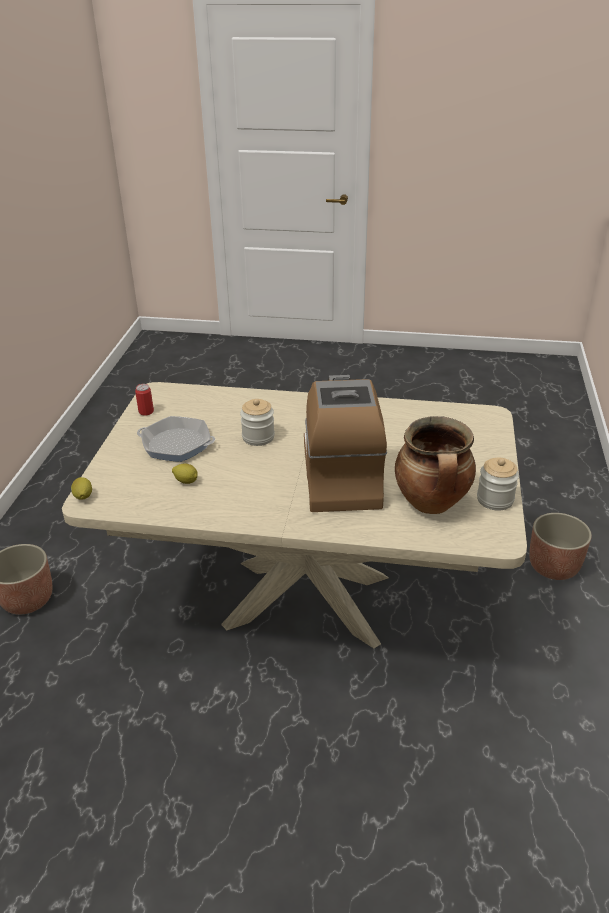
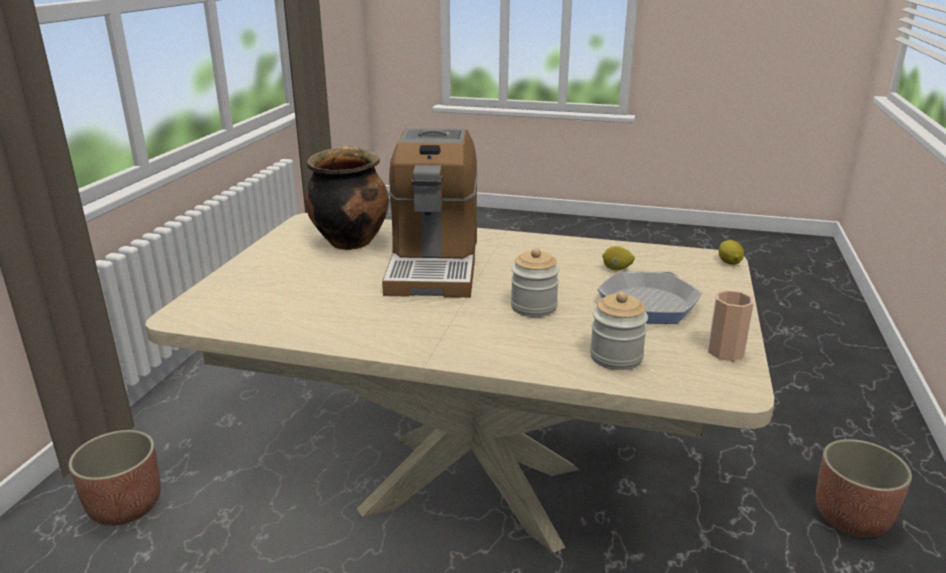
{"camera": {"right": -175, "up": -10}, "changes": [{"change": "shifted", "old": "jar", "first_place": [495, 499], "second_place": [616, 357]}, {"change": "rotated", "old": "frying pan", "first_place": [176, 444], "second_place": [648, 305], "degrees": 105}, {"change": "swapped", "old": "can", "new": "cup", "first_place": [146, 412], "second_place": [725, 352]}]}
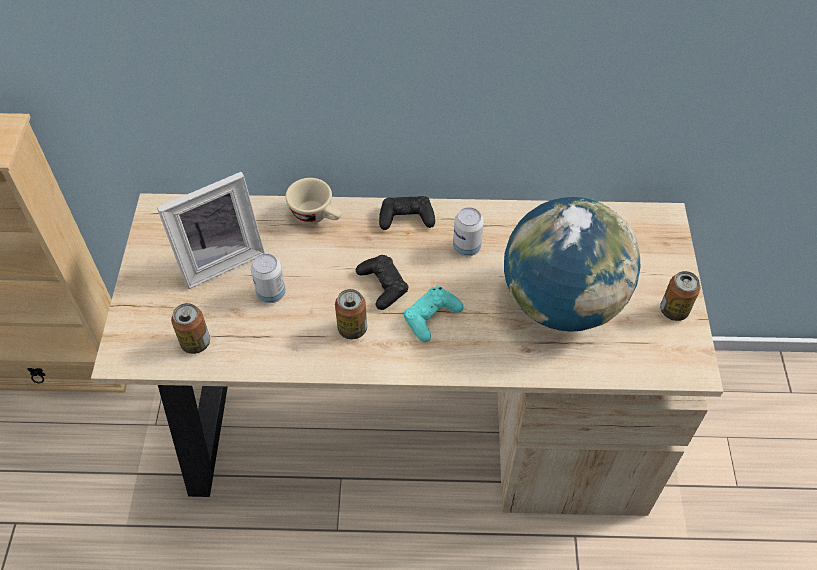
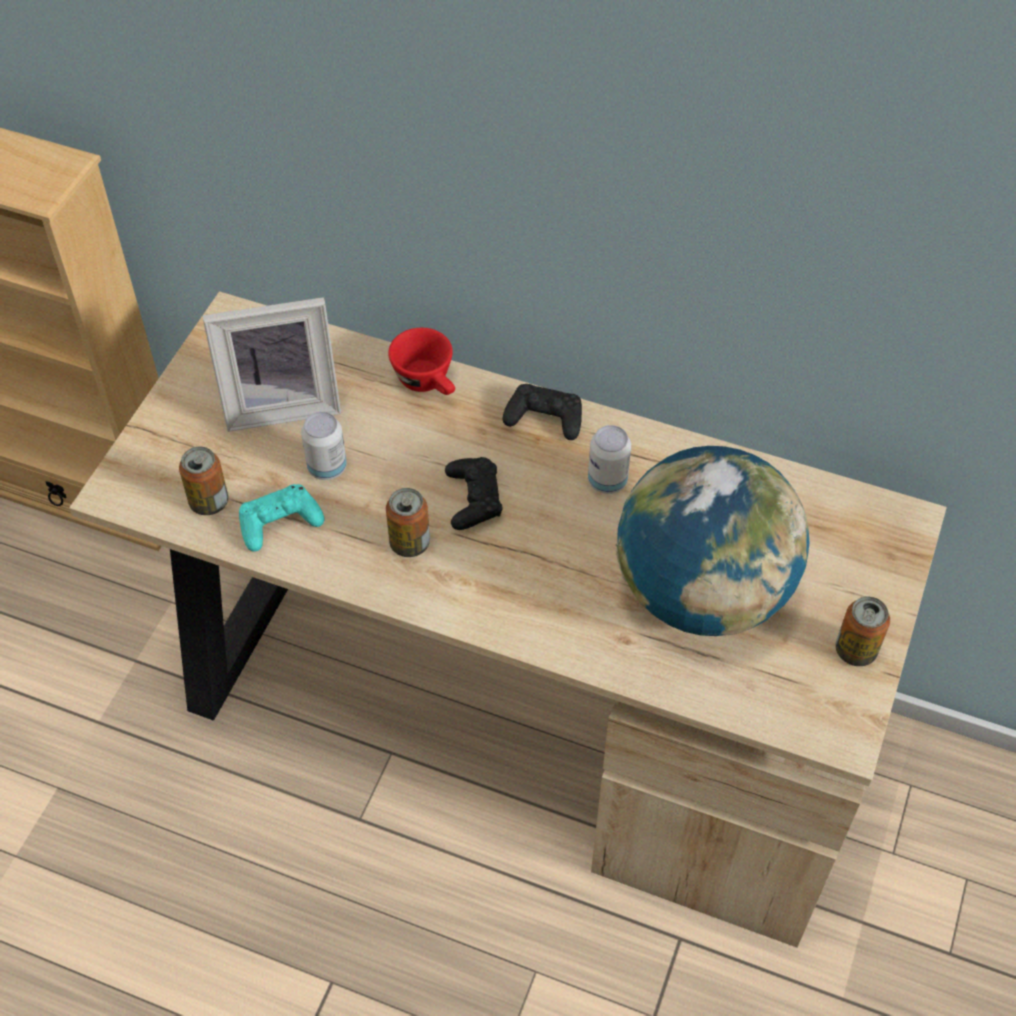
{"camera": {"right": 20, "up": 0}, "changes": [{"change": "shifted", "old": "turquoise game controller", "first_place": [431, 317], "second_place": [279, 522]}, {"change": "repainted", "old": "beige cup", "new": "red cup", "first_place": [317, 216], "second_place": [428, 382]}]}
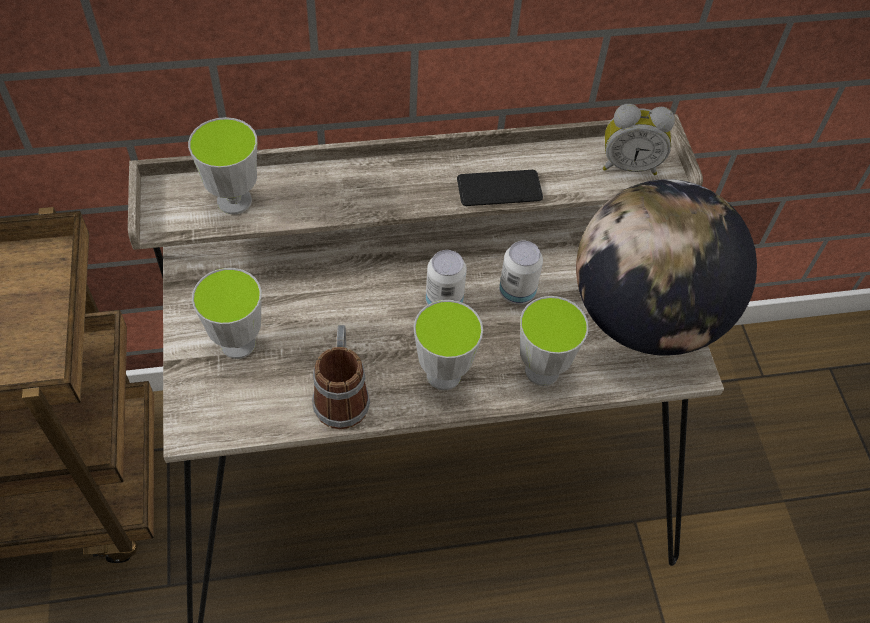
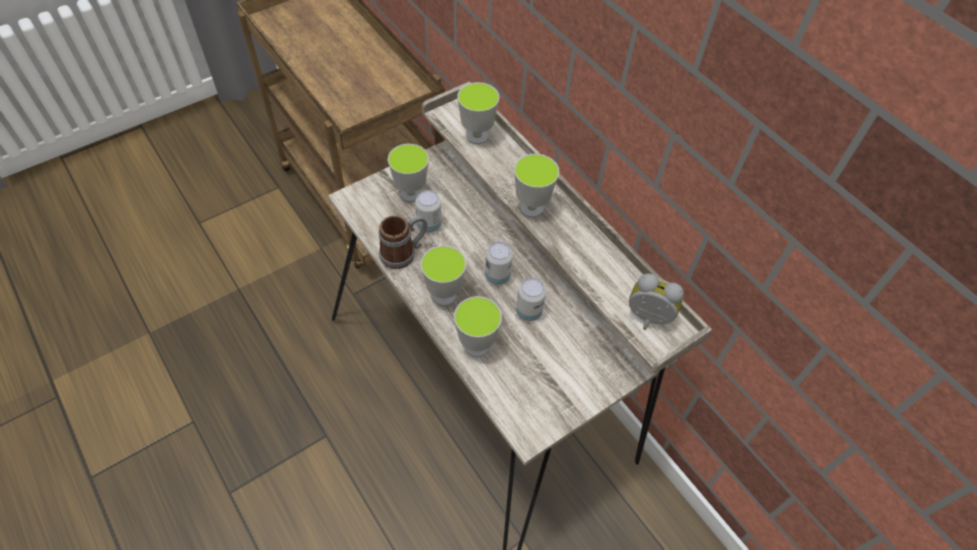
{"camera": {"right": 65, "up": 0}, "changes": [{"change": "new", "new": "can", "second_place": [429, 225]}, {"change": "new", "new": "cup", "second_place": [531, 208]}, {"change": "rotated", "old": "alarm clock", "first_place": [629, 165], "second_place": [647, 319], "degrees": 135}, {"change": "gone", "old": "phone", "first_place": [499, 189]}, {"change": "gone", "old": "globe", "first_place": [644, 316]}]}
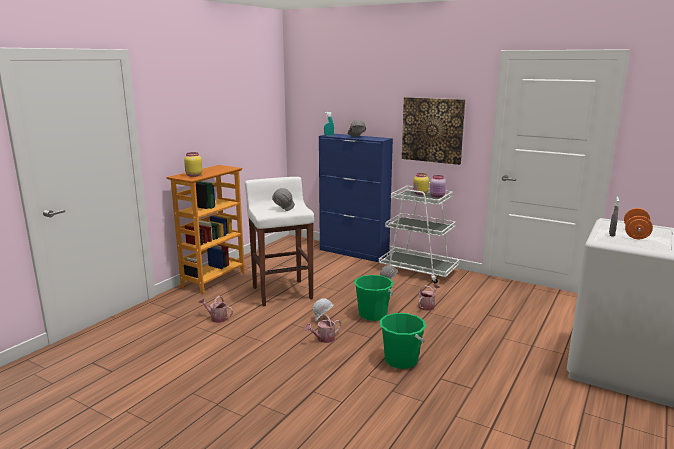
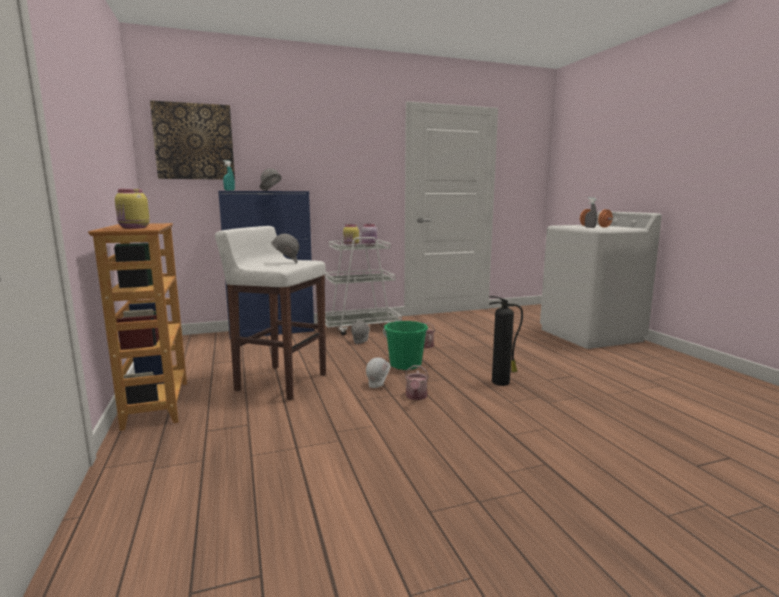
{"camera": {"right": -50, "up": -5}, "changes": [{"change": "shifted", "old": "picture", "first_place": [432, 130], "second_place": [194, 142]}, {"change": "swapped", "old": "green bucket", "new": "fire extinguisher", "first_place": [401, 360], "second_place": [501, 382]}, {"change": "gone", "old": "watering can", "first_place": [216, 318]}]}
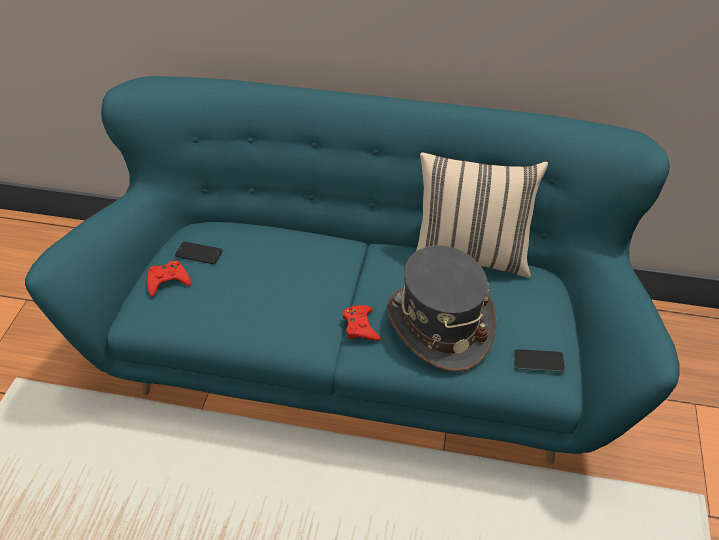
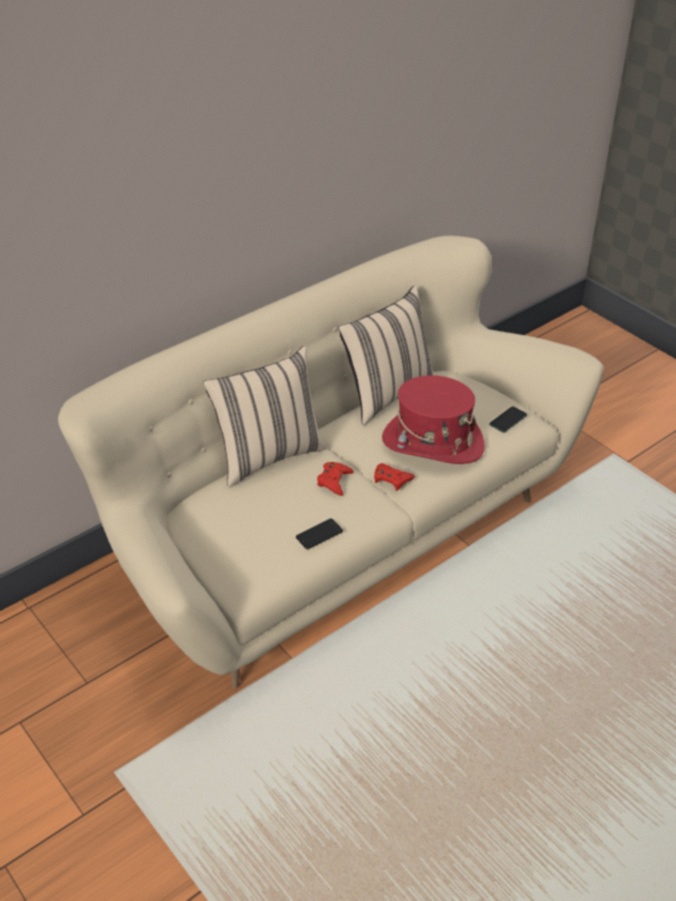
{"camera": {"right": -50, "up": -5}, "changes": [{"change": "repainted", "old": "turquoise sofa", "new": "beige sofa", "first_place": [359, 350], "second_place": [338, 535]}, {"change": "new", "new": "beige pillow", "second_place": [268, 455]}, {"change": "shifted", "old": "phone", "first_place": [198, 253], "second_place": [319, 534]}, {"change": "shifted", "old": "red game controller", "first_place": [168, 281], "second_place": [334, 481]}, {"change": "repainted", "old": "grey hat", "new": "red hat", "first_place": [439, 325], "second_place": [432, 443]}]}
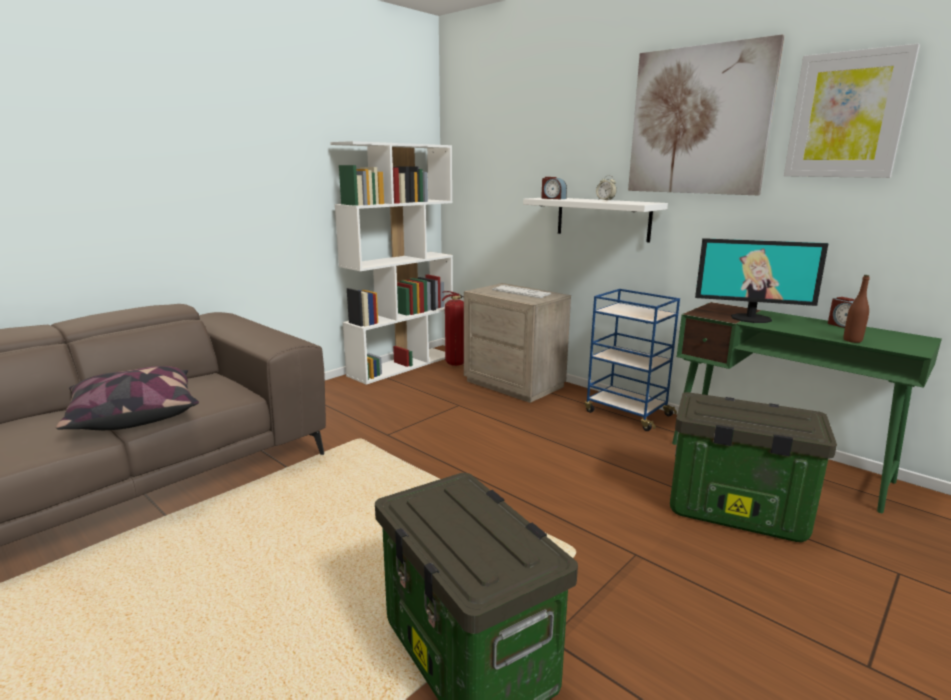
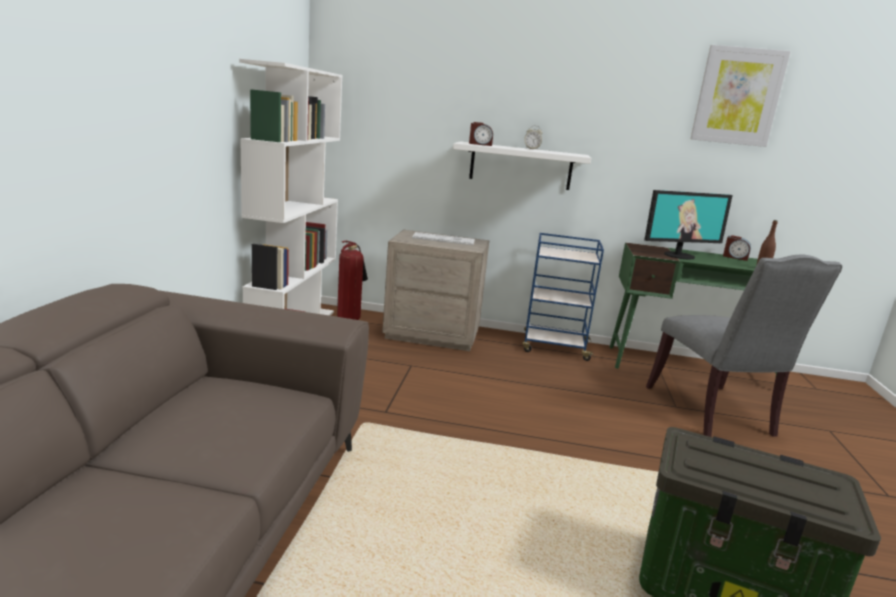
{"camera": {"right": -35, "up": 0}, "changes": [{"change": "swapped", "old": "storage box", "new": "grey chair", "first_place": [734, 511], "second_place": [714, 413]}, {"change": "gone", "old": "pillow", "first_place": [134, 415]}, {"change": "gone", "old": "picture", "first_place": [698, 121]}]}
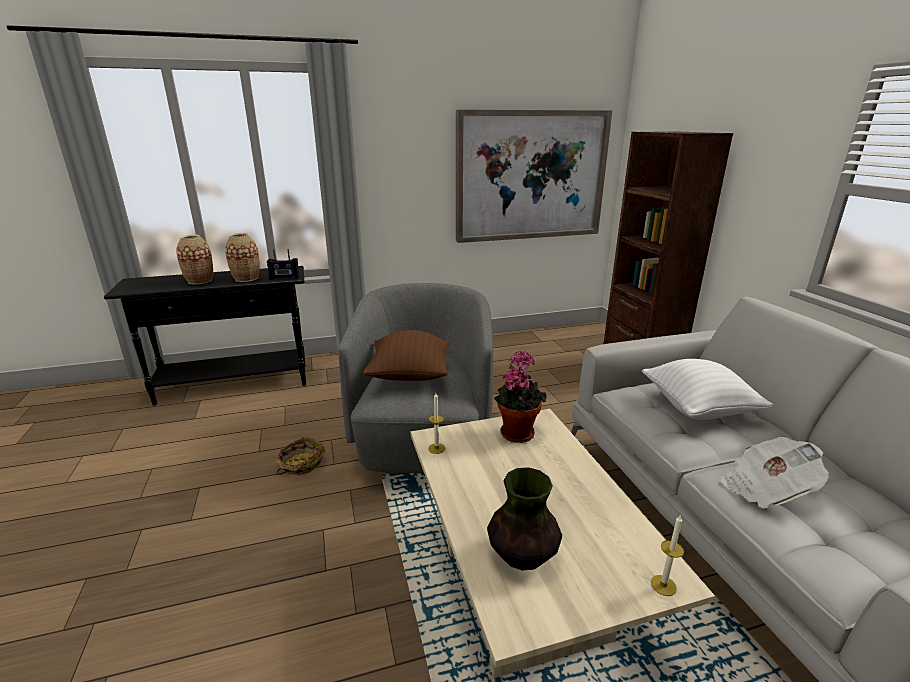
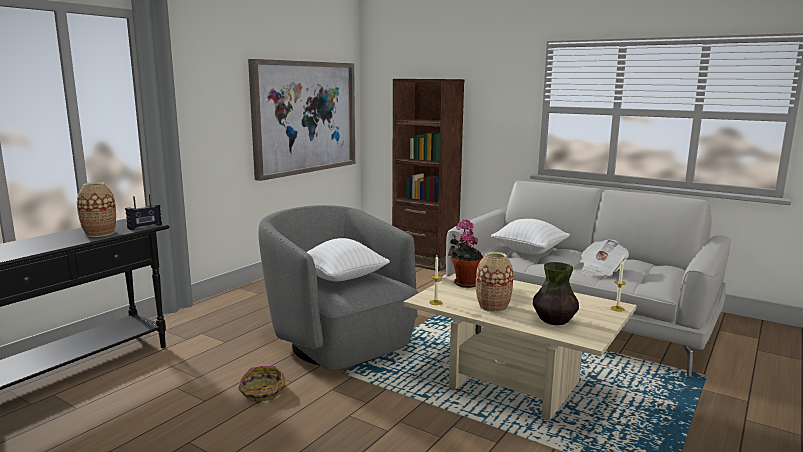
{"camera": {"right": -40, "up": -10}, "changes": [{"change": "repainted", "old": "brown pillow", "new": "white pillow", "first_place": [409, 376], "second_place": [342, 279]}, {"change": "shifted", "old": "vase", "first_place": [199, 281], "second_place": [493, 307]}]}
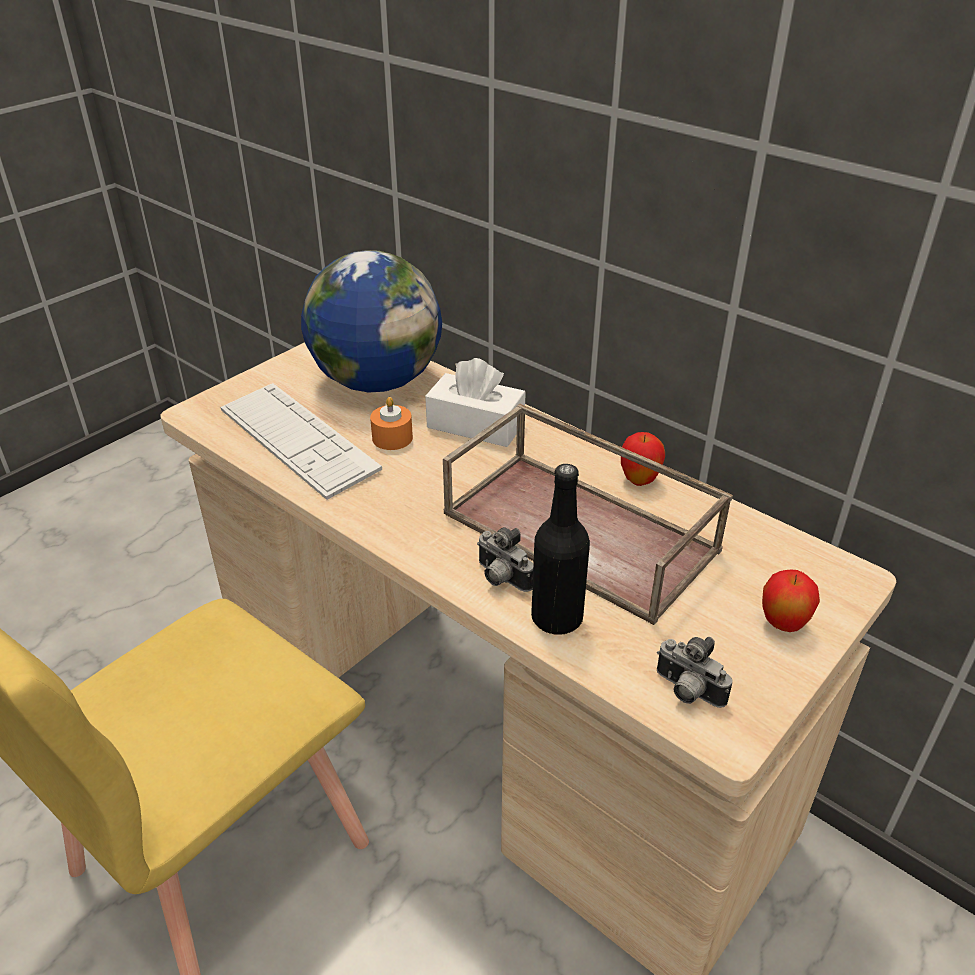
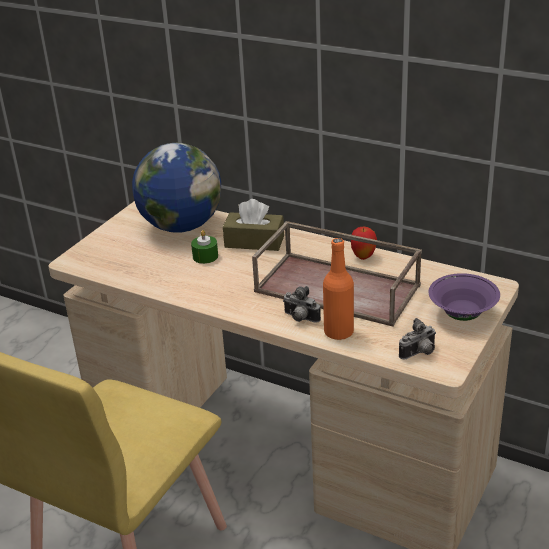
{"camera": {"right": -10, "up": -5}, "changes": [{"change": "repainted", "old": "orange candle", "new": "green candle", "first_place": [392, 438], "second_place": [205, 256]}, {"change": "repainted", "old": "white tissue box", "new": "brown tissue box", "first_place": [475, 425], "second_place": [254, 241]}, {"change": "repainted", "old": "black bottle", "new": "orange bottle", "first_place": [557, 618], "second_place": [338, 332]}, {"change": "rotated", "old": "photo camera", "first_place": [686, 692], "second_place": [419, 353], "degrees": -60}, {"change": "swapped", "old": "apple", "new": "purple bowl", "first_place": [782, 624], "second_place": [462, 314]}, {"change": "gone", "old": "keyboard", "first_place": [298, 440]}]}
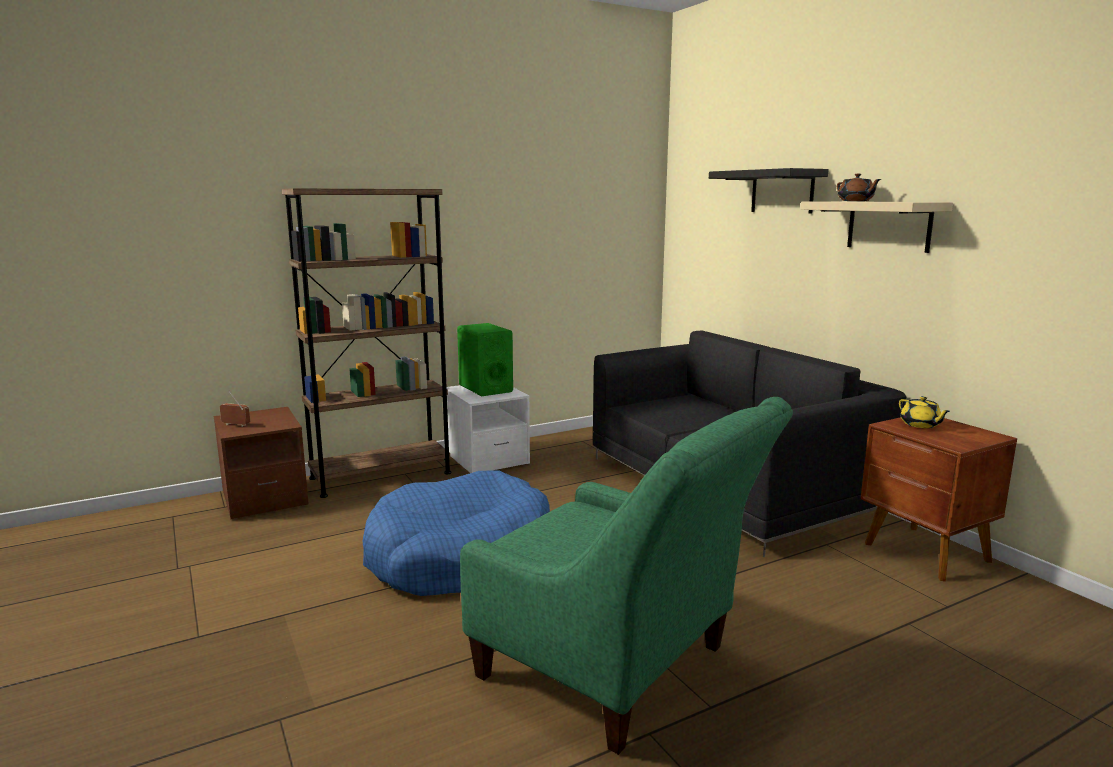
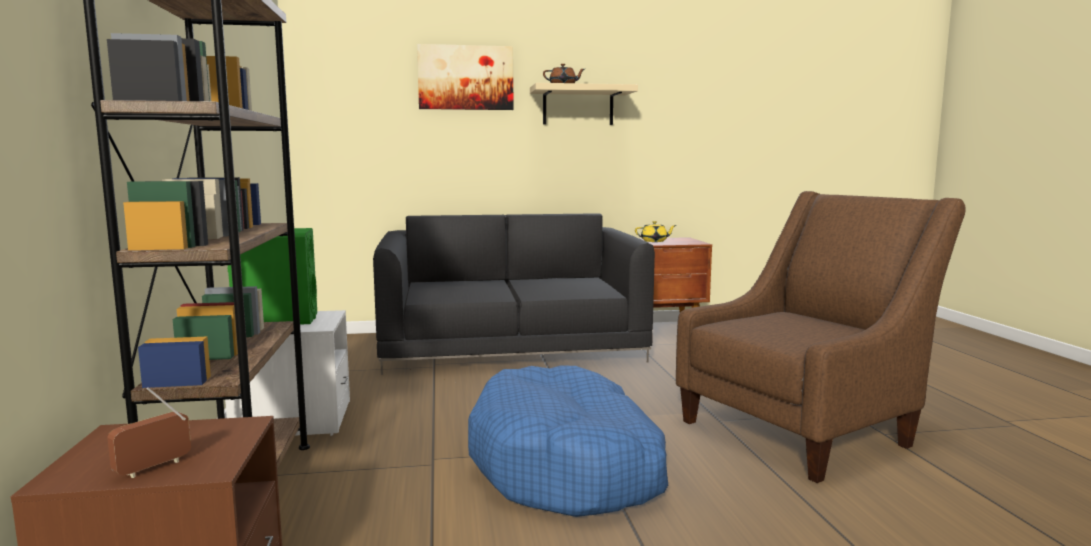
{"camera": {"right": -70, "up": -5}, "changes": [{"change": "swapped", "old": "black shelf", "new": "picture", "first_place": [782, 191], "second_place": [465, 78]}, {"change": "repainted", "old": "green armchair", "new": "brown armchair", "first_place": [618, 669], "second_place": [804, 430]}]}
